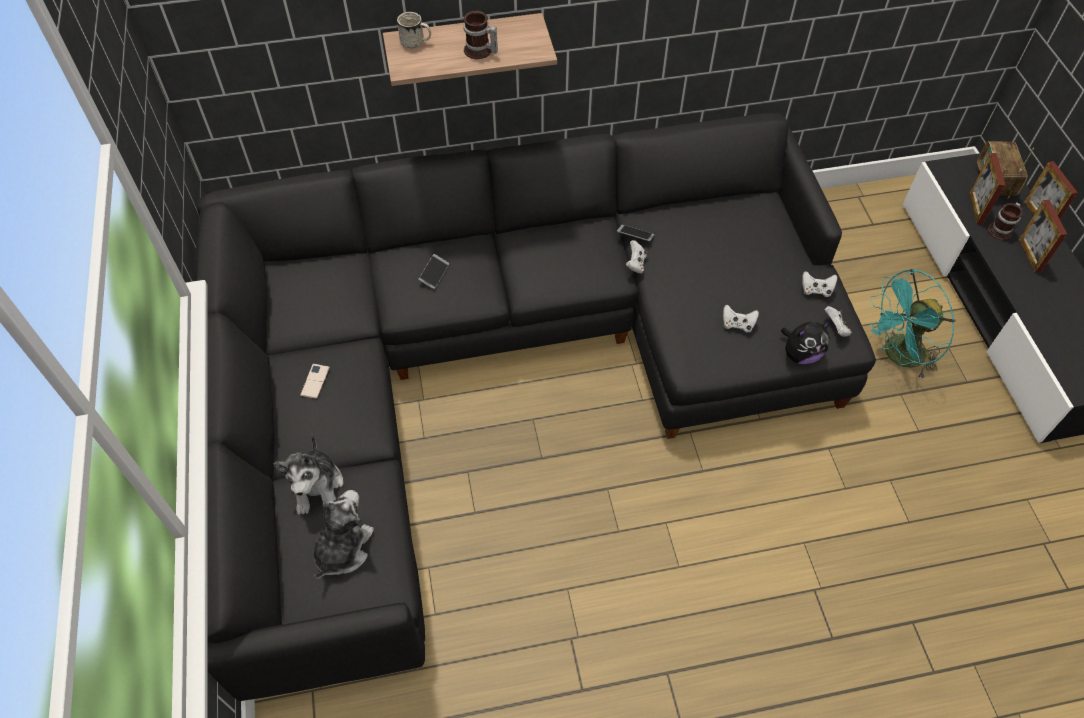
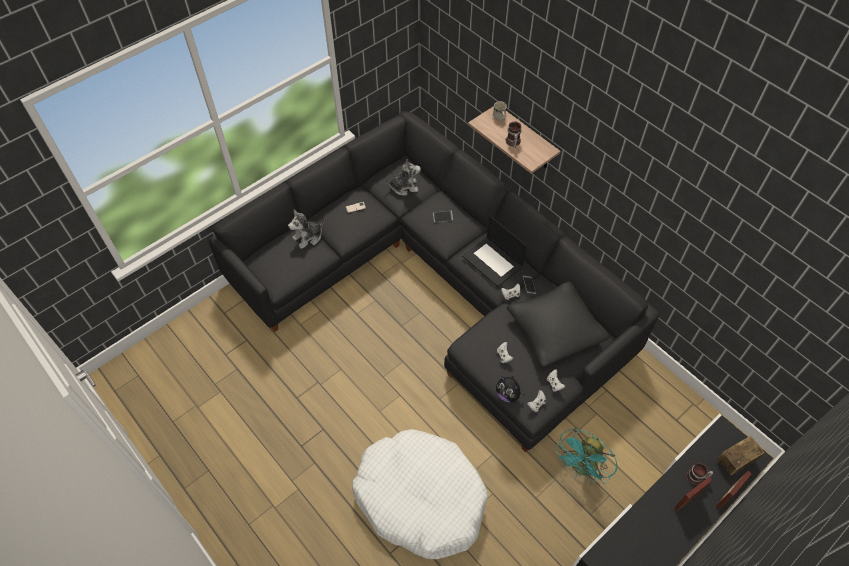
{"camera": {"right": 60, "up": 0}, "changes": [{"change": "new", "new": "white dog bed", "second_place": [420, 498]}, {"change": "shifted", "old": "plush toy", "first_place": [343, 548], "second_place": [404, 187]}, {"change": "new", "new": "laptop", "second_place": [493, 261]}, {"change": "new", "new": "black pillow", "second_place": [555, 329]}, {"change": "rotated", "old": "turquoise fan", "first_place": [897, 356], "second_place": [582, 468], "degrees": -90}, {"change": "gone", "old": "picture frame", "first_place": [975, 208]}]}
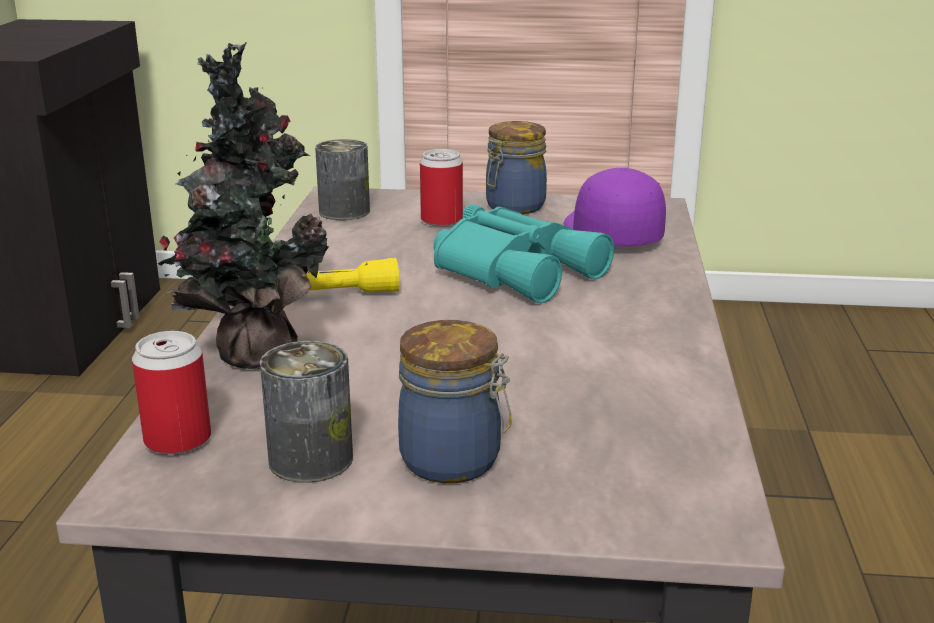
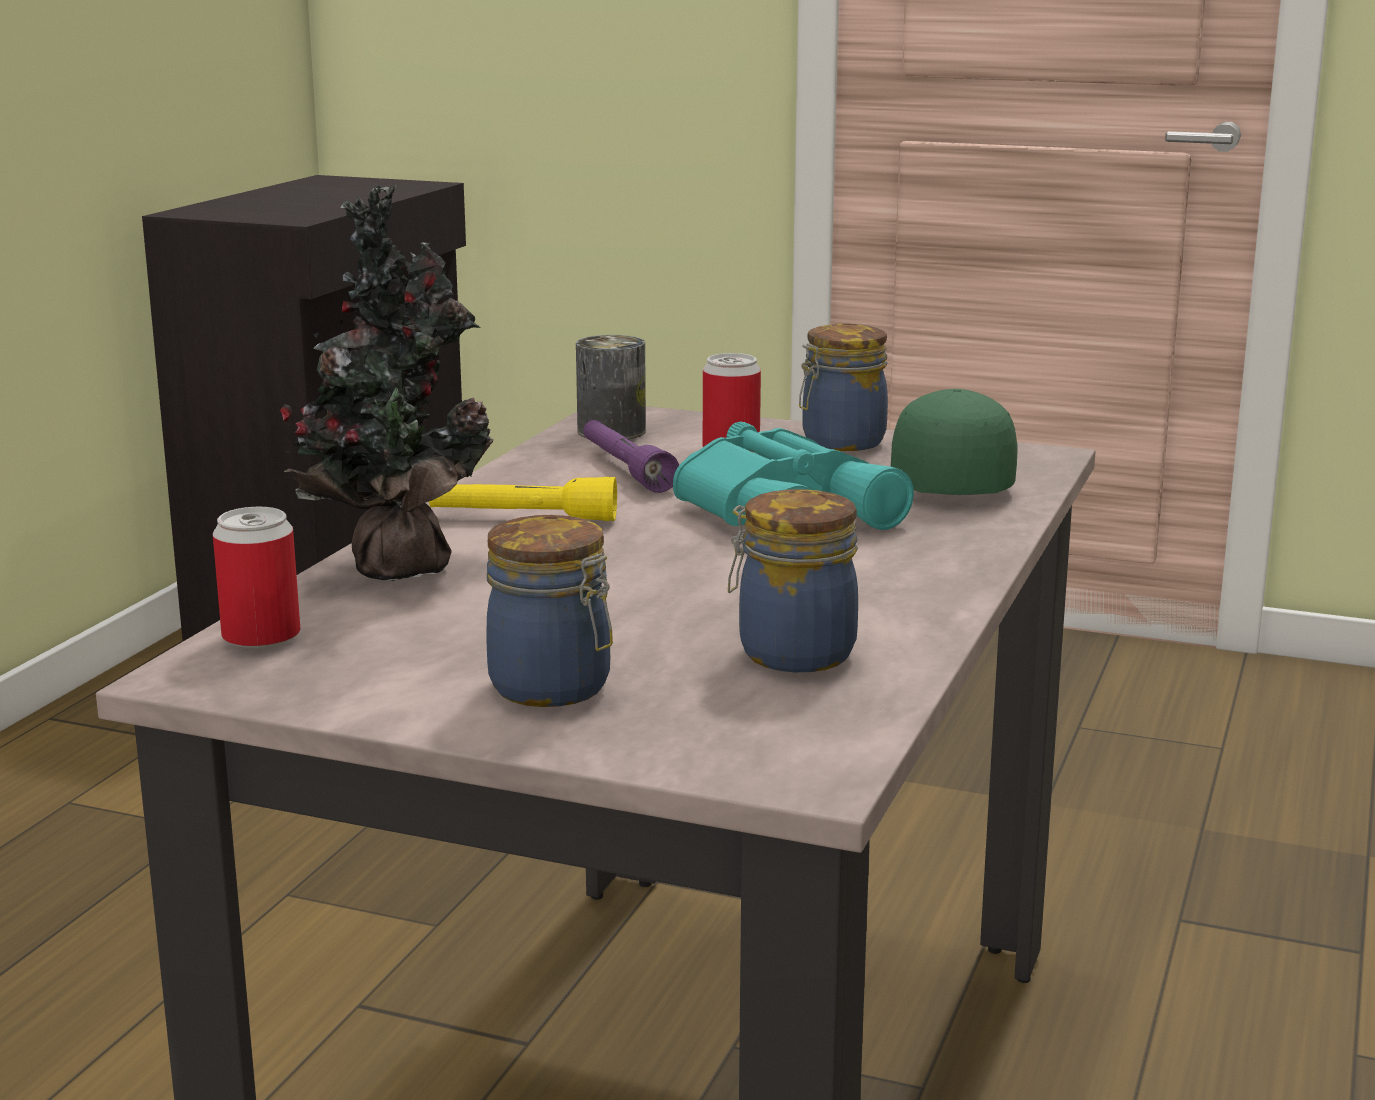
{"camera": {"right": 15, "up": -5}, "changes": [{"change": "new", "new": "purple flashlight", "second_place": [625, 470]}, {"change": "new", "new": "jar", "second_place": [791, 653]}, {"change": "repainted", "old": "purple cap", "new": "green cap", "first_place": [609, 234], "second_place": [946, 482]}, {"change": "gone", "old": "can", "first_place": [310, 459]}]}
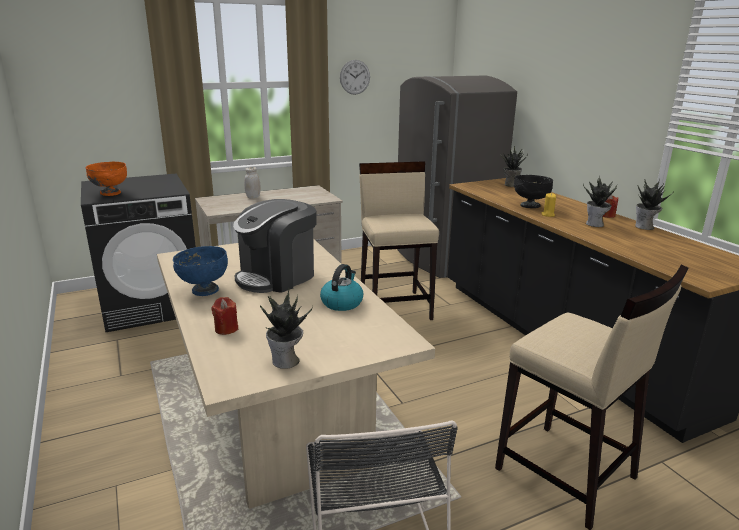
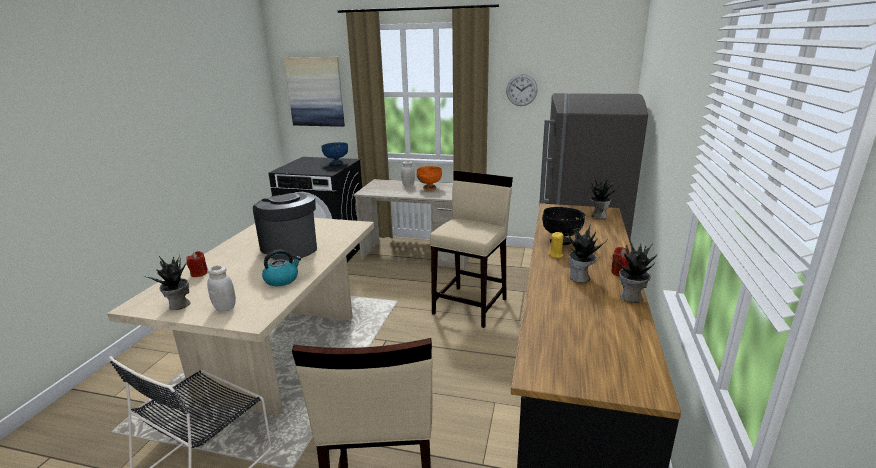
{"camera": {"right": 40, "up": 0}, "changes": [{"change": "new", "new": "white jar", "second_place": [225, 308]}, {"change": "rotated", "old": "coffee machine", "first_place": [277, 276], "second_place": [290, 248], "degrees": 60}, {"change": "new", "new": "picture", "second_place": [315, 92]}, {"change": "shifted", "old": "blue bowl", "first_place": [204, 290], "second_place": [336, 163]}, {"change": "shifted", "old": "orange bowl", "first_place": [110, 193], "second_place": [429, 188]}]}
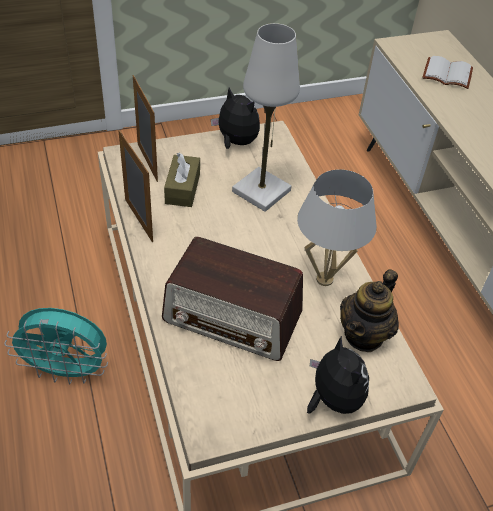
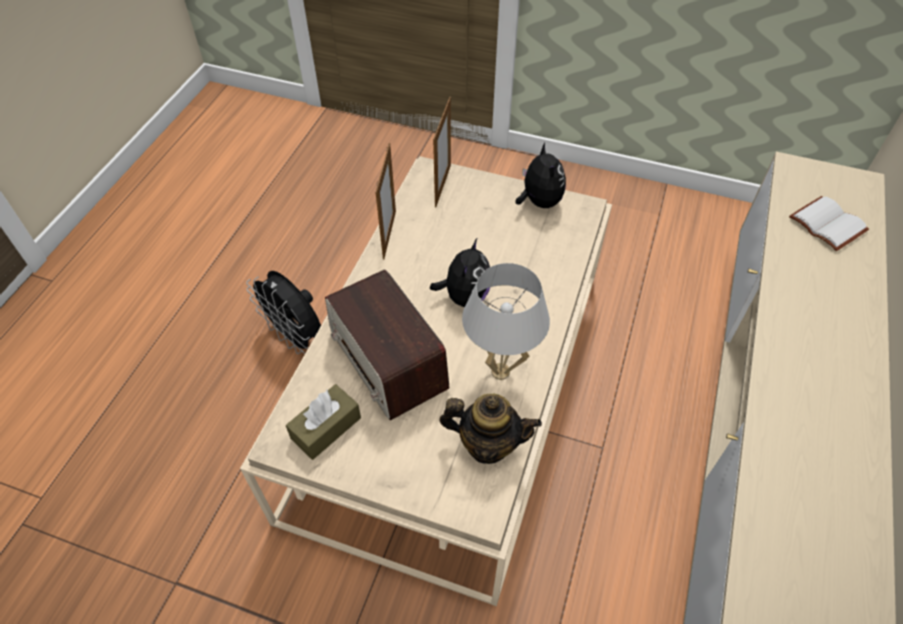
{"camera": {"right": 40, "up": 5}, "changes": [{"change": "repainted", "old": "turquoise fan", "new": "black fan", "first_place": [67, 371], "second_place": [296, 337]}, {"change": "shifted", "old": "brown tissue box", "first_place": [182, 188], "second_place": [326, 428]}, {"change": "shifted", "old": "plush toy", "first_place": [333, 399], "second_place": [465, 296]}, {"change": "rotated", "old": "teapot", "first_place": [364, 335], "second_place": [488, 444], "degrees": -150}, {"change": "gone", "old": "white table lamp", "first_place": [261, 191]}]}
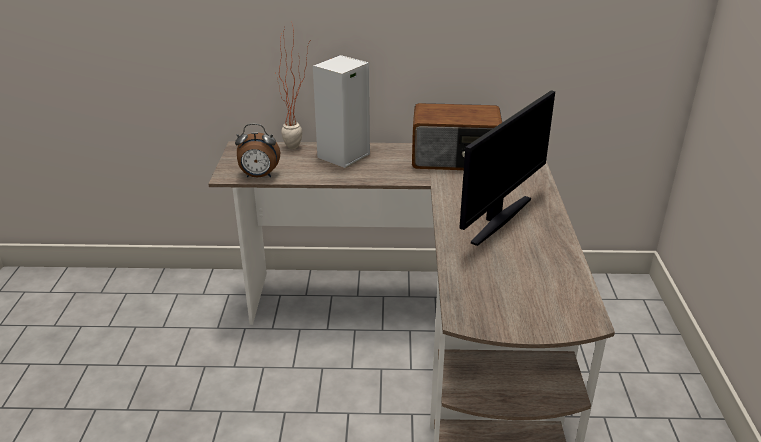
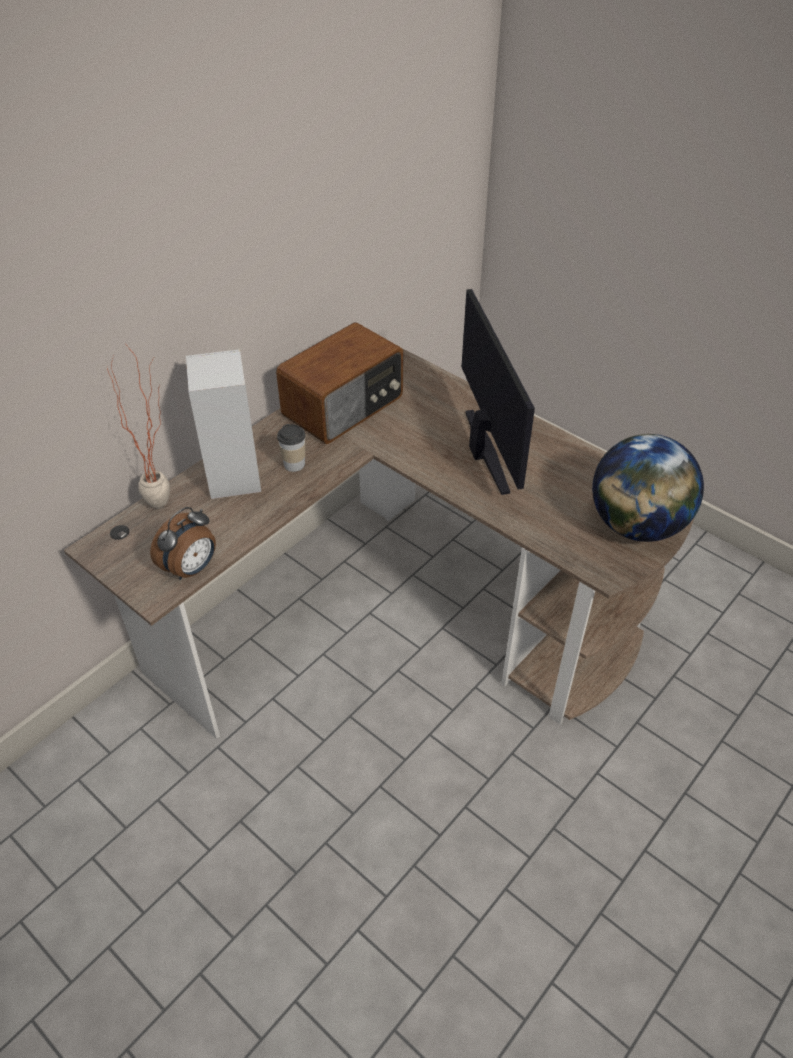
{"camera": {"right": -50, "up": 15}, "changes": [{"change": "new", "new": "cup", "second_place": [294, 464]}, {"change": "new", "new": "globe", "second_place": [636, 525]}]}
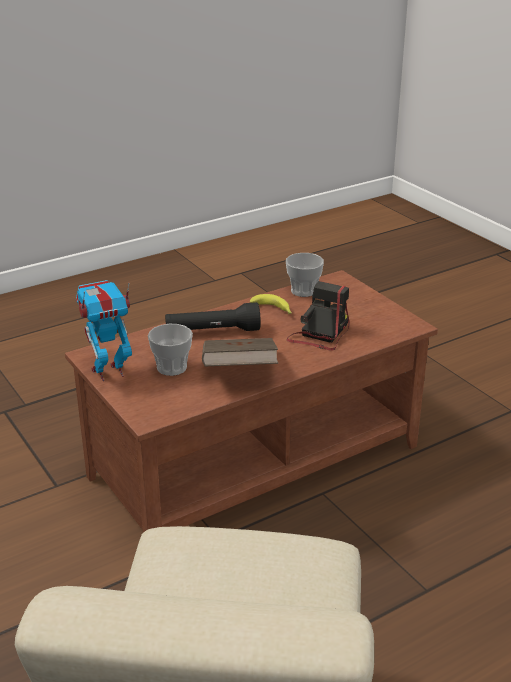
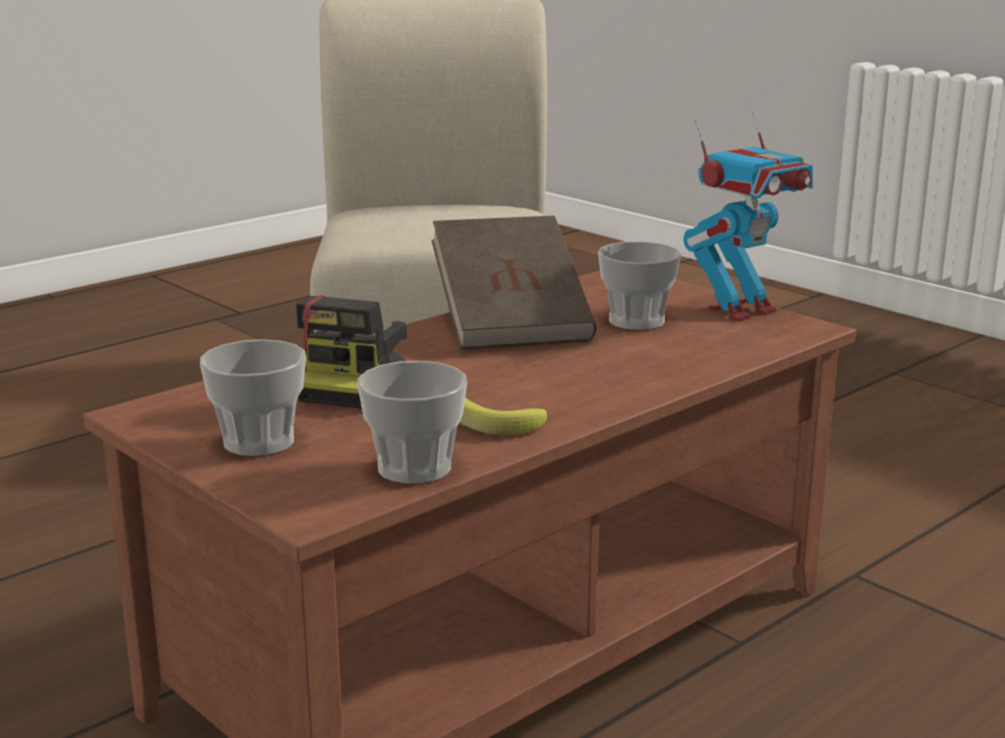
{"camera": {"right": 170, "up": -10}, "changes": [{"change": "new", "new": "cup", "second_place": [259, 442]}, {"change": "gone", "old": "black flashlight", "first_place": [212, 331]}]}
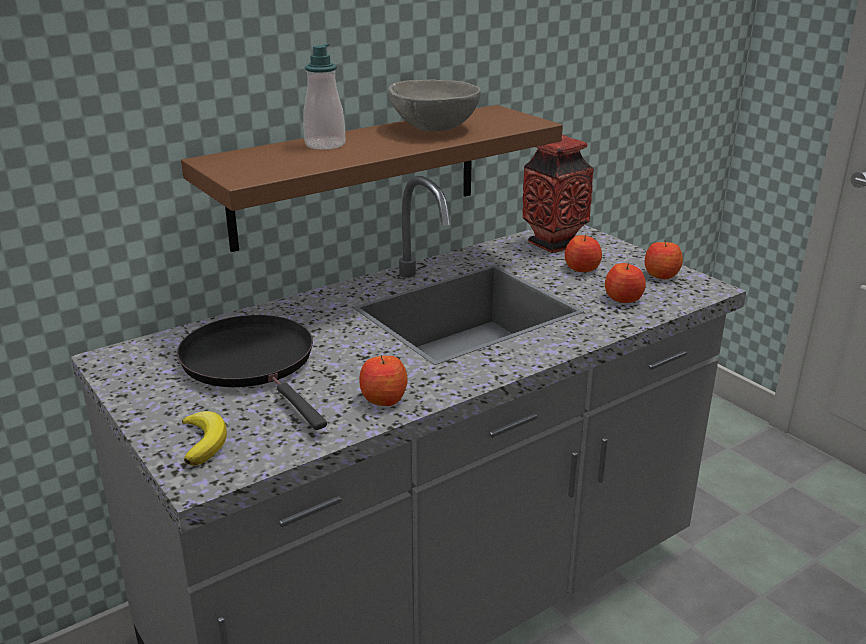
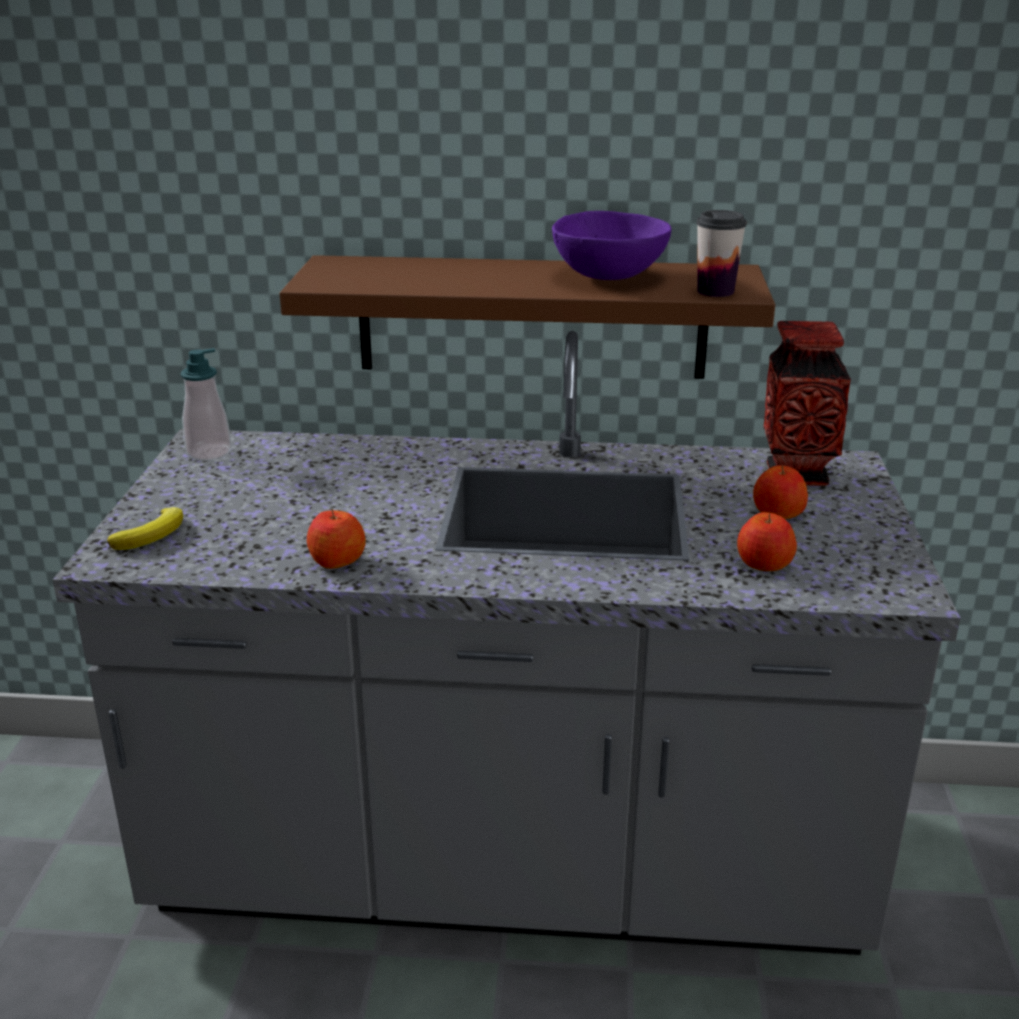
{"camera": {"right": 40, "up": 0}, "changes": [{"change": "shifted", "old": "soap dispenser", "first_place": [325, 145], "second_place": [209, 452]}, {"change": "repainted", "old": "grey bowl", "new": "purple bowl", "first_place": [434, 129], "second_place": [608, 277]}, {"change": "new", "new": "cup", "second_place": [715, 291]}, {"change": "gone", "old": "black frying pan", "first_place": [252, 363]}, {"change": "gone", "old": "apple", "first_place": [661, 275]}]}
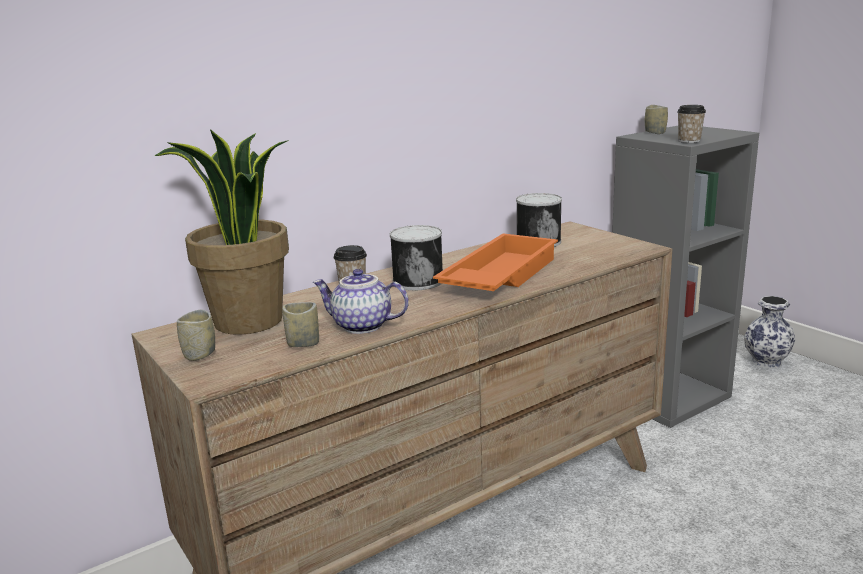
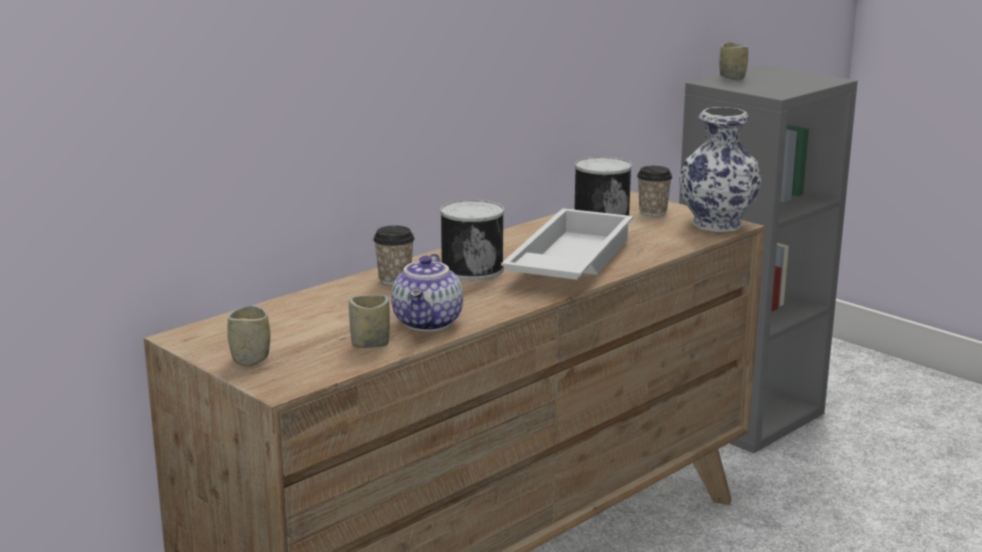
{"camera": {"right": -10, "up": 0}, "changes": [{"change": "rotated", "old": "teapot", "first_place": [361, 326], "second_place": [429, 323], "degrees": -90}, {"change": "repainted", "old": "orange tray", "new": "white tray", "first_place": [498, 276], "second_place": [567, 262]}, {"change": "shifted", "old": "cup", "first_place": [689, 141], "second_place": [652, 212]}, {"change": "shifted", "old": "vase", "first_place": [767, 362], "second_place": [718, 224]}, {"change": "gone", "old": "potted plant", "first_place": [248, 322]}]}
